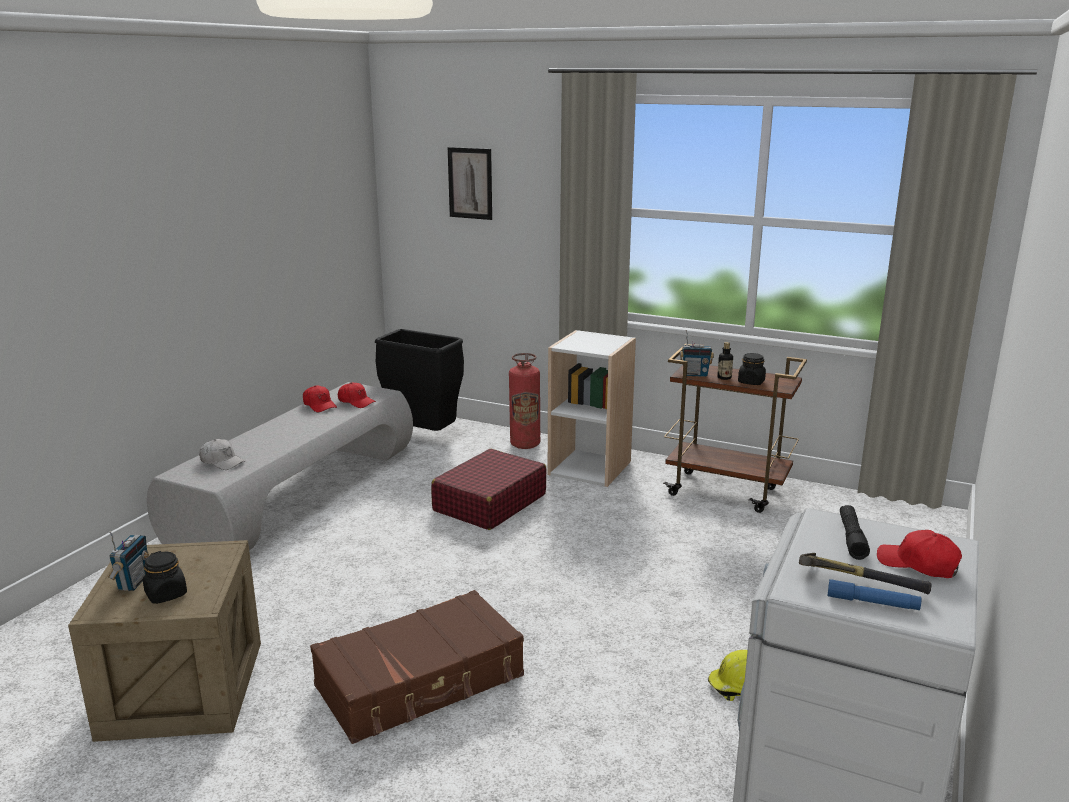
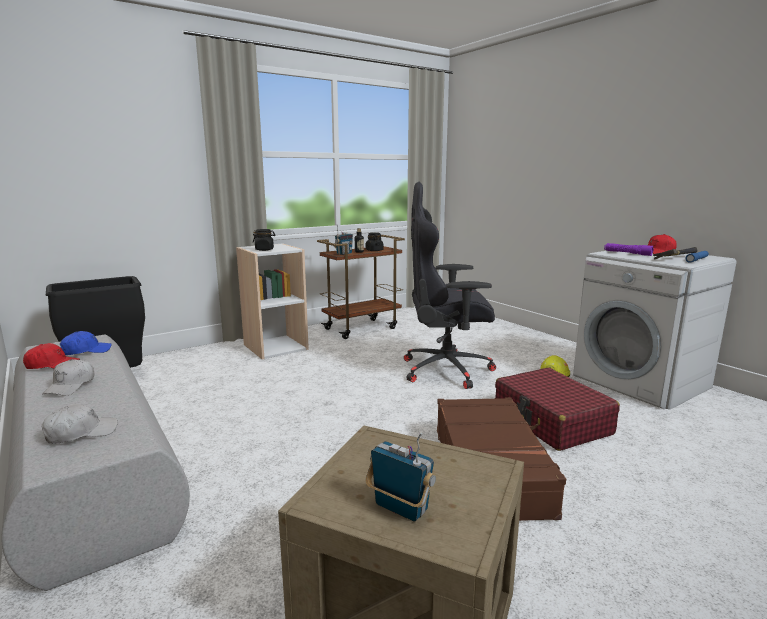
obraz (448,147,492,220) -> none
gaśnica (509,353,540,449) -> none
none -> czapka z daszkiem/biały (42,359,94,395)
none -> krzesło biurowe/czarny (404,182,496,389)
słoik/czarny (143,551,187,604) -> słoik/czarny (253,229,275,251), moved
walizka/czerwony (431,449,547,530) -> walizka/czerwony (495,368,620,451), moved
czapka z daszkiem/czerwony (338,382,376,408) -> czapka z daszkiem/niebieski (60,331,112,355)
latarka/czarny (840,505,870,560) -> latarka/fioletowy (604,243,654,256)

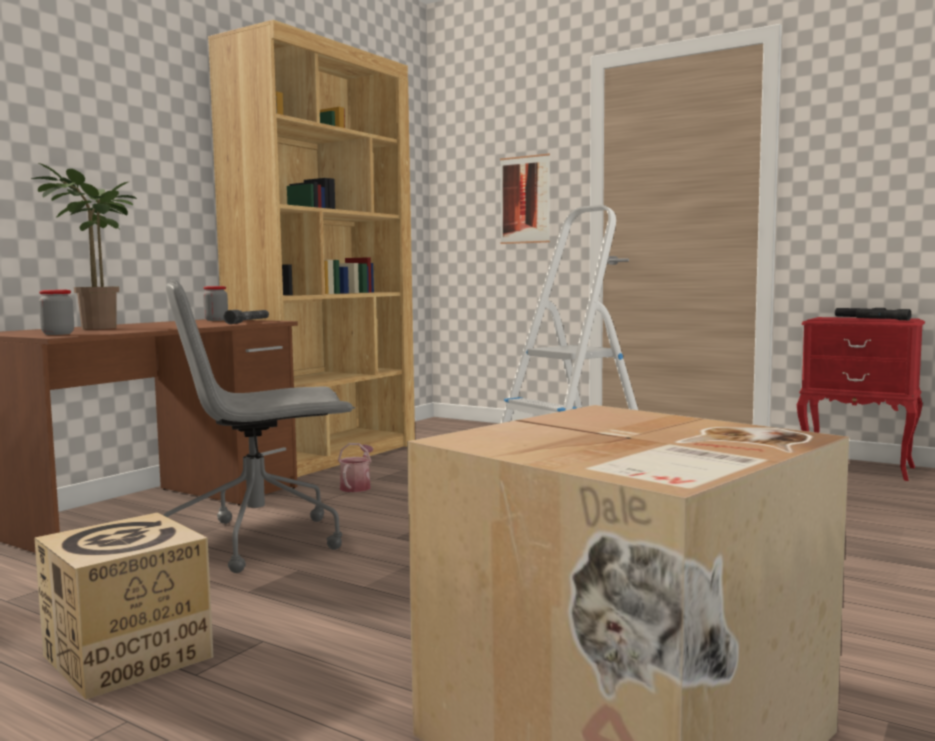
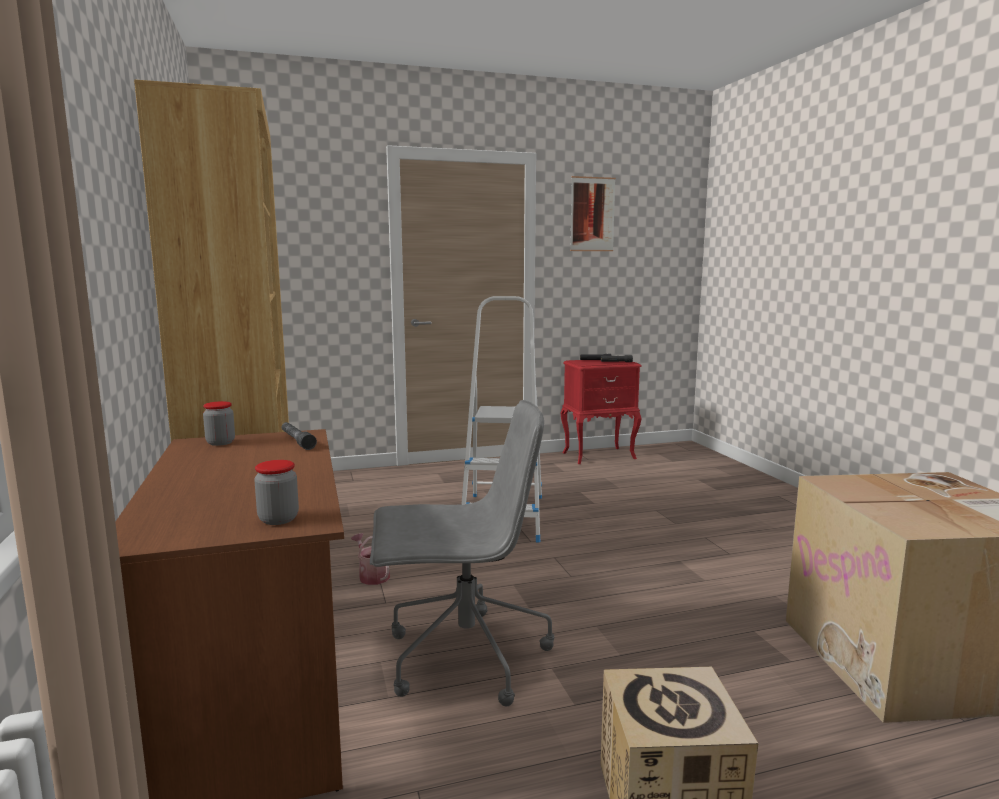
roślina doniczkowa (31,163,137,329) -> none
obraz (500,154,550,244) -> obraz (570,176,616,251), moved
krzesło biurowe/szary (163,280,355,573) -> krzesło biurowe/szary (370,400,554,706), 120 degrees counterclockwise

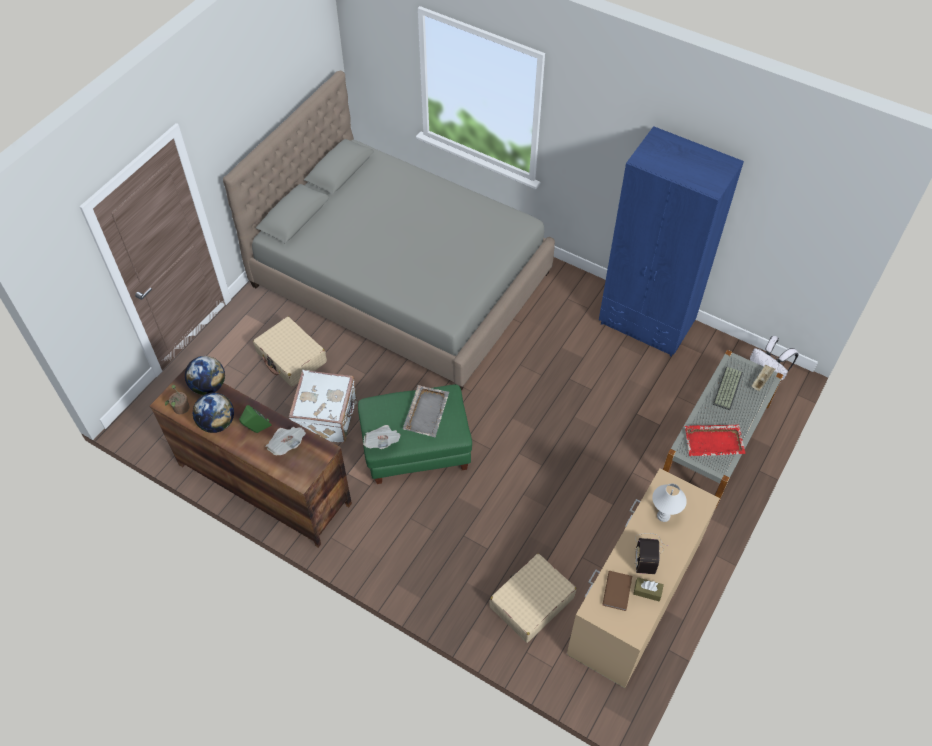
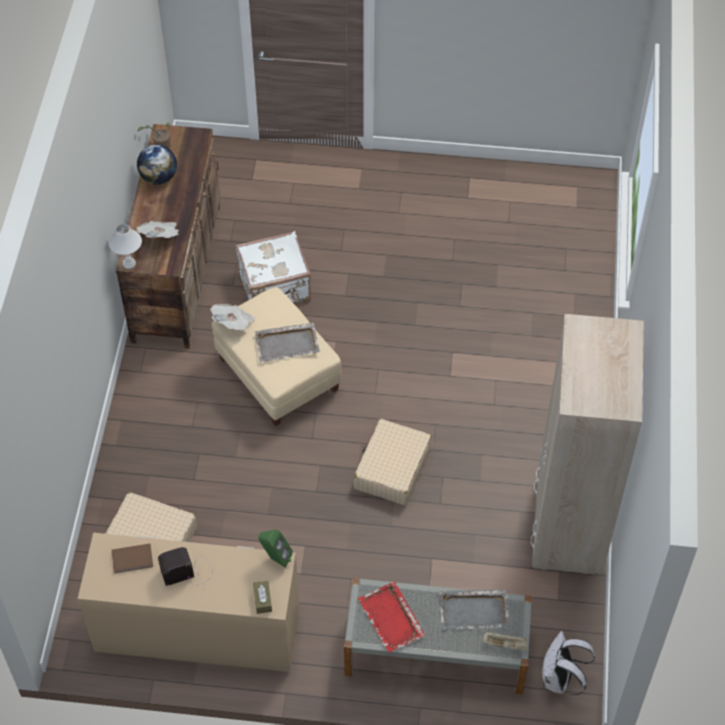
globus (185,356,225,395) -> none
łóżko/szary (223,71,555,391) -> none
głośnik/zielony (239,405,272,433) -> głośnik/zielony (258,530,293,567), moved
walizka/beżowy (253,317,327,387) -> walizka/beżowy (354,419,432,505), moved
pudełko chusteczek/brązowy (633,578,664,601) -> pudełko chusteczek/brązowy (253,581,272,614), moved
lampa stołowa/biały (652,483,687,522) -> lampa stołowa/biały (108,224,142,269), moved
klawiatura (713,367,743,410) -> taca/szary (440,589,509,630)
pufa/zielony (358,385,472,484) -> pufa/beżowy (211,287,342,426)
szafa/niebieski (599,126,744,356) -> szafa/beżowy (531,314,644,574)

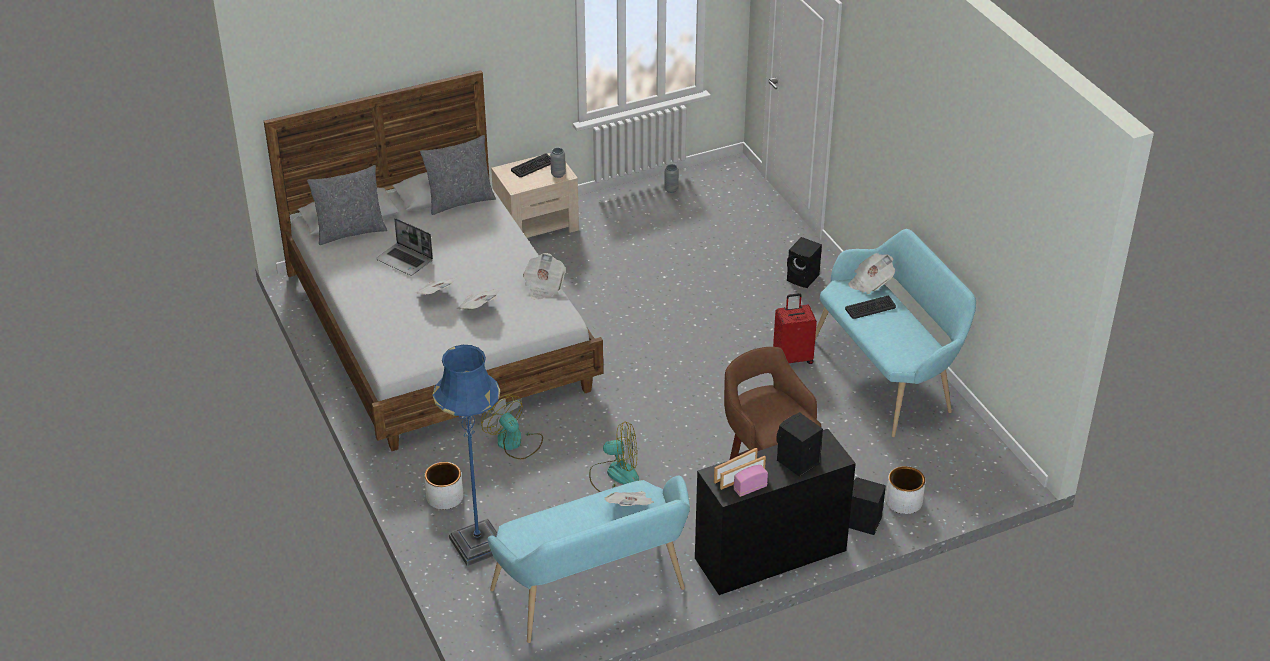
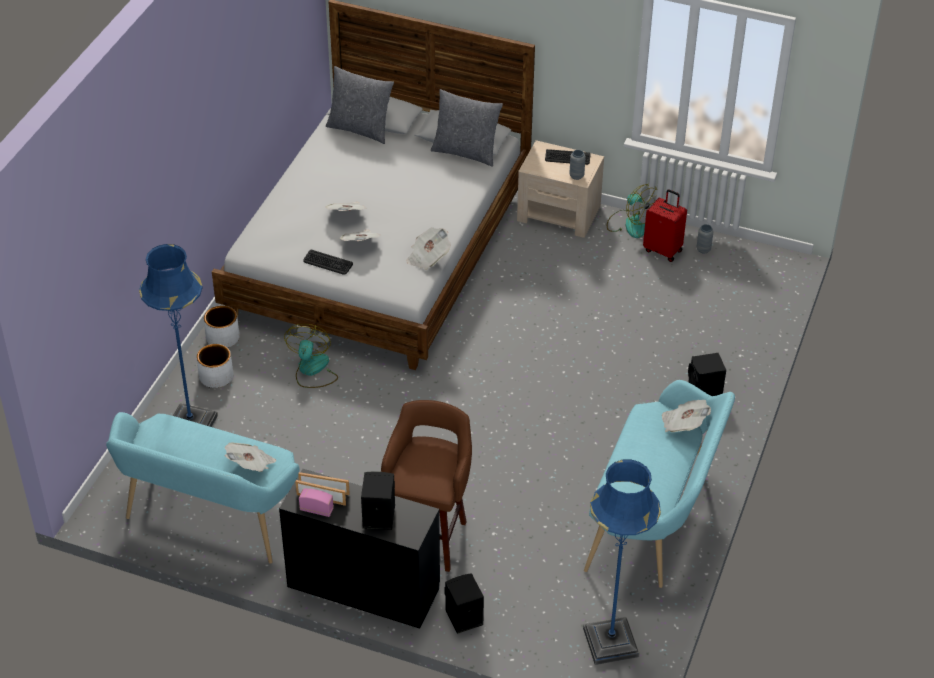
laptop (376,218,433,276) -> none
none -> lampa stojąca/niebieski (583,459,661,665)
wentylator (589,421,639,492) -> wentylator (607,184,657,238), moved
walizka/czerwony (773,293,817,364) -> walizka/czerwony (643,189,687,262), moved
klawiatura (845,296,896,319) -> klawiatura (303,250,353,275), moved
donica/biały (886,466,926,514) -> donica/biały (204,306,240,348), moved

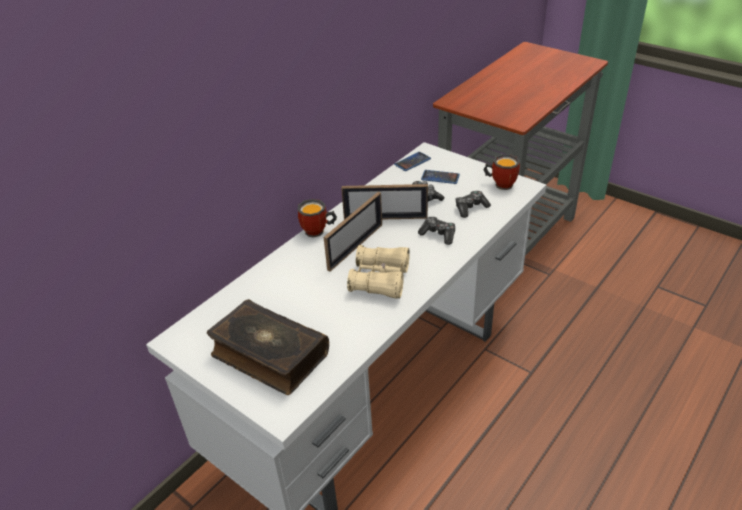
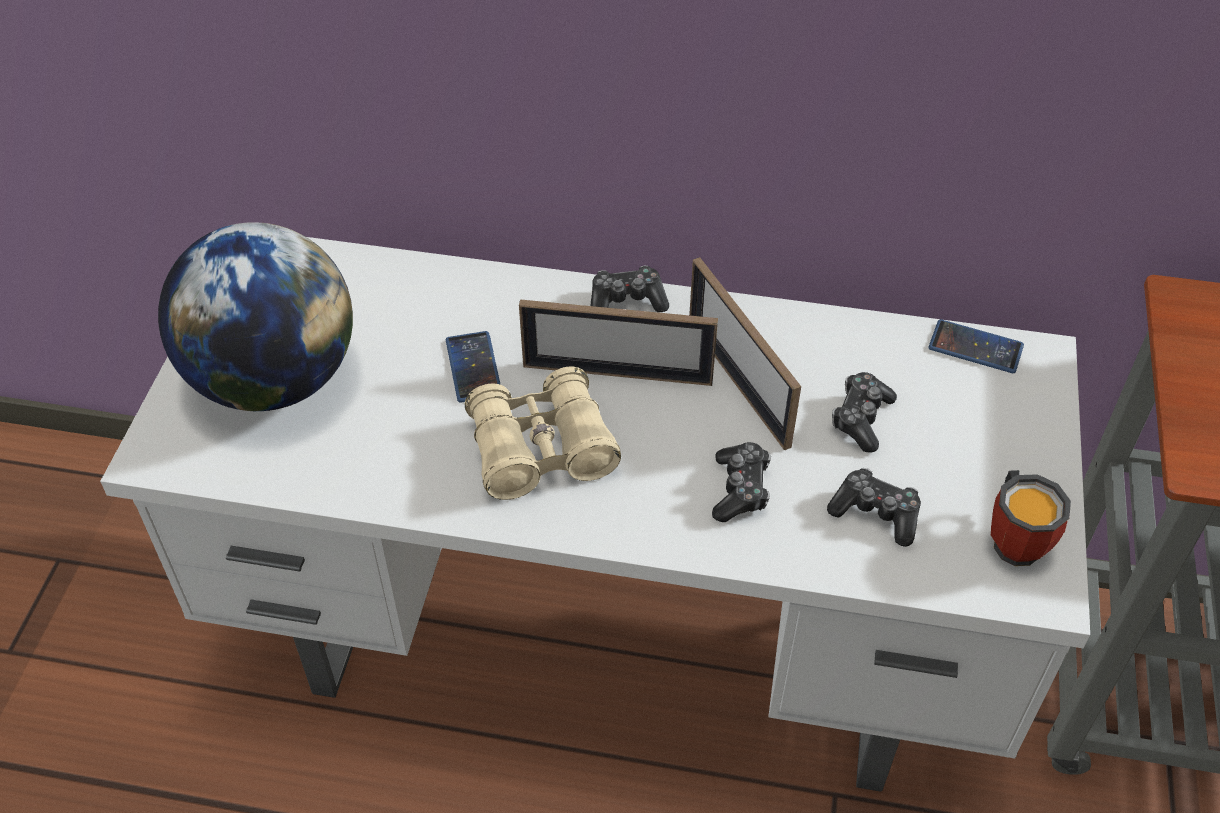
telefon (421,170,460,184) -> telefon (446,331,501,403), moved
książka (207,299,329,395) -> globus (158,222,353,411)
kubek (297,199,337,238) -> pad do gier (590,266,669,312)

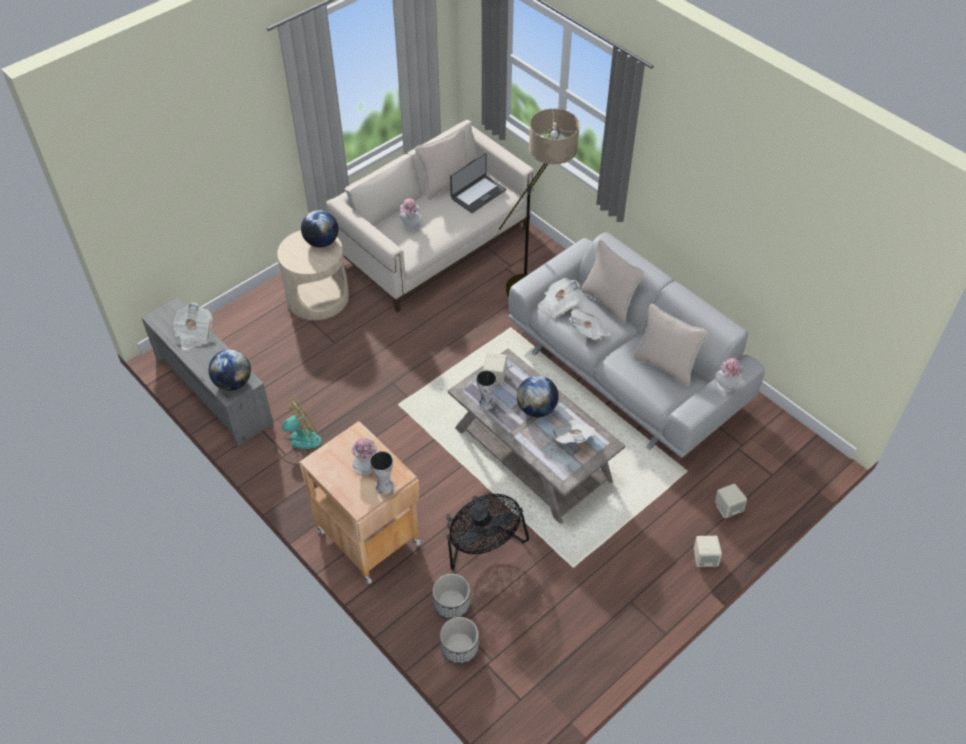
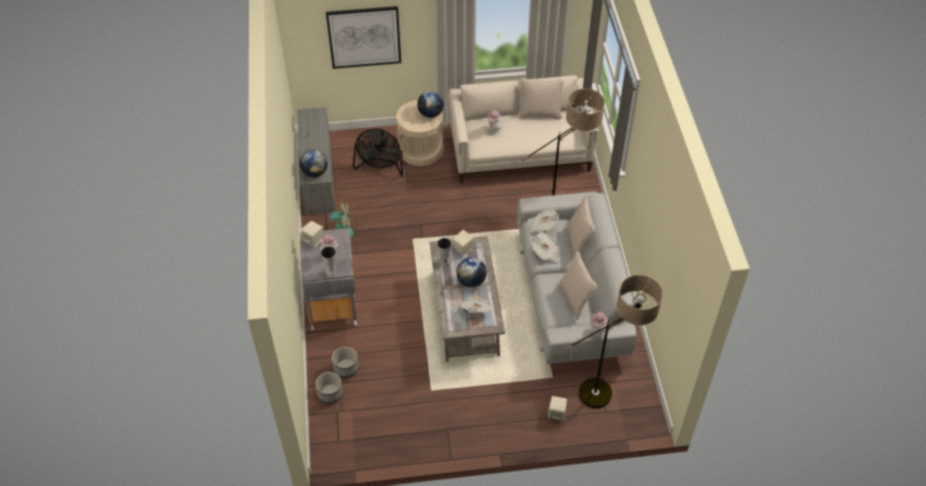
gazeta (172,303,213,350) -> none
laptop (450,153,507,213) -> none
none -> obraz (326,6,401,69)
none -> lampa stojąca (564,275,663,408)
wentylator/czarny (446,494,529,570) -> wentylator/czarny (353,128,403,177), moved
głośnik/beżowy (694,536,722,567) -> głośnik/beżowy (301,221,324,247), moved
wózek/brązowy (299,421,422,584) -> wózek/szary (300,228,358,330)

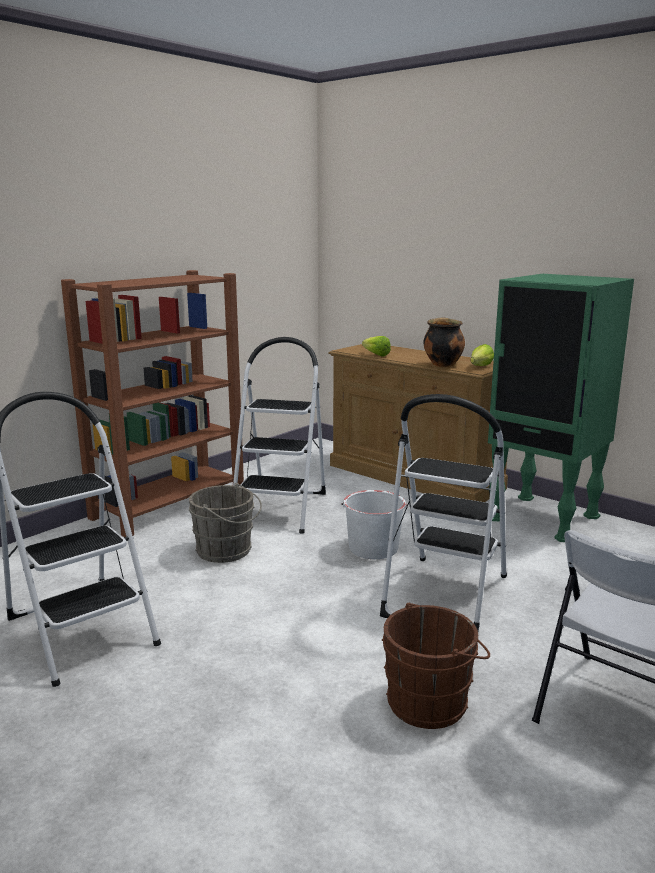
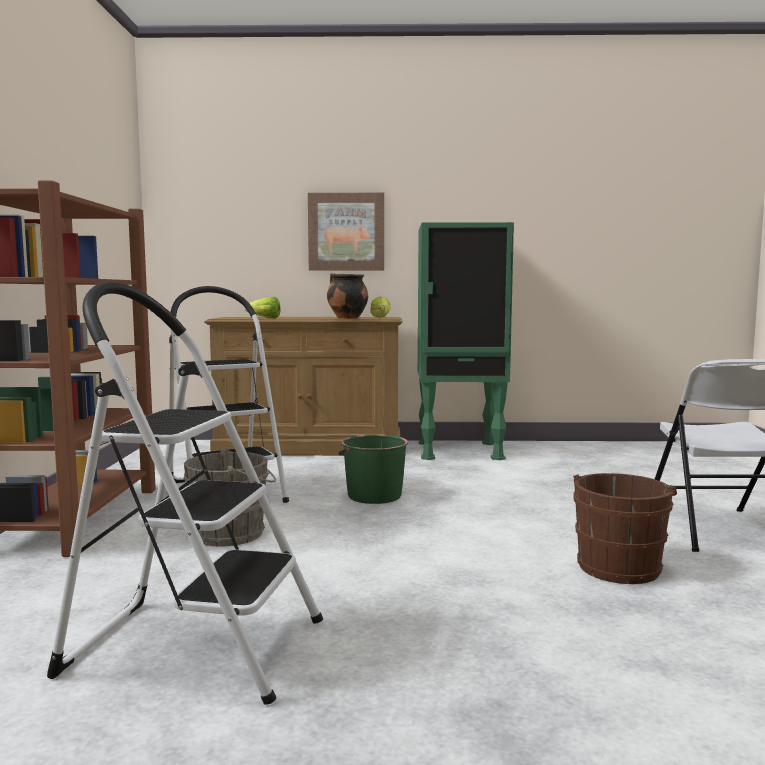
drabinka (380,394,507,631) -> none
none -> obraz (308,193,384,270)
wiadro/biały (342,490,407,559) -> wiadro/zielony (339,434,408,504)

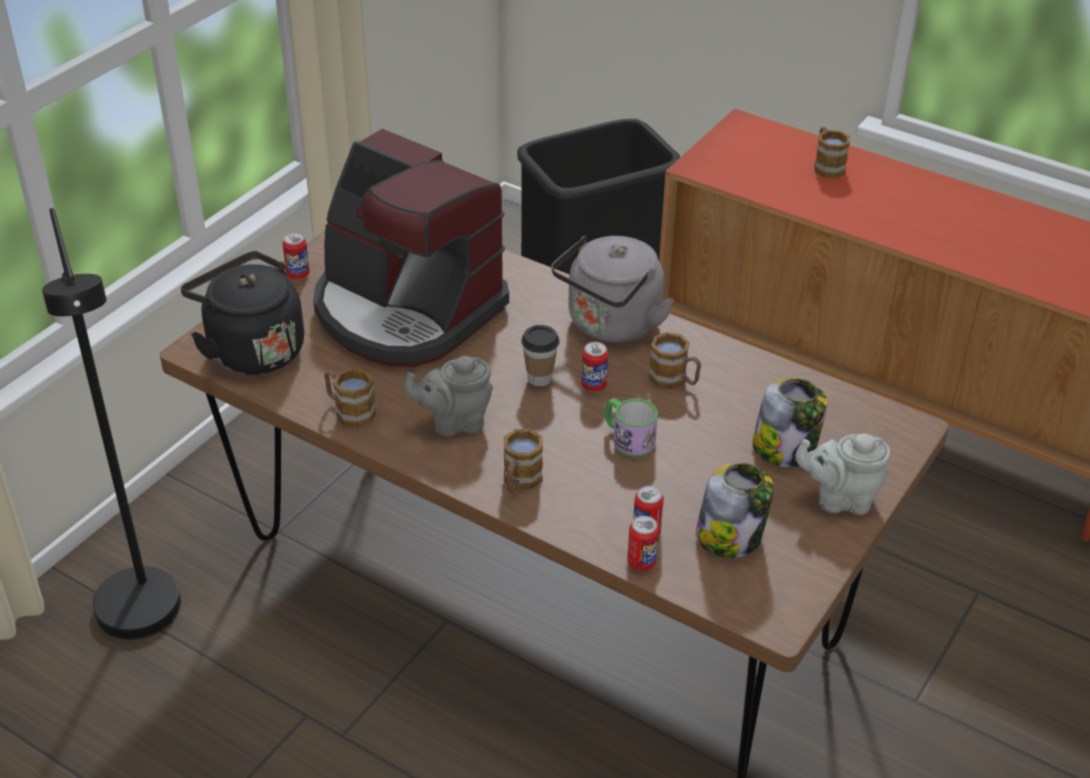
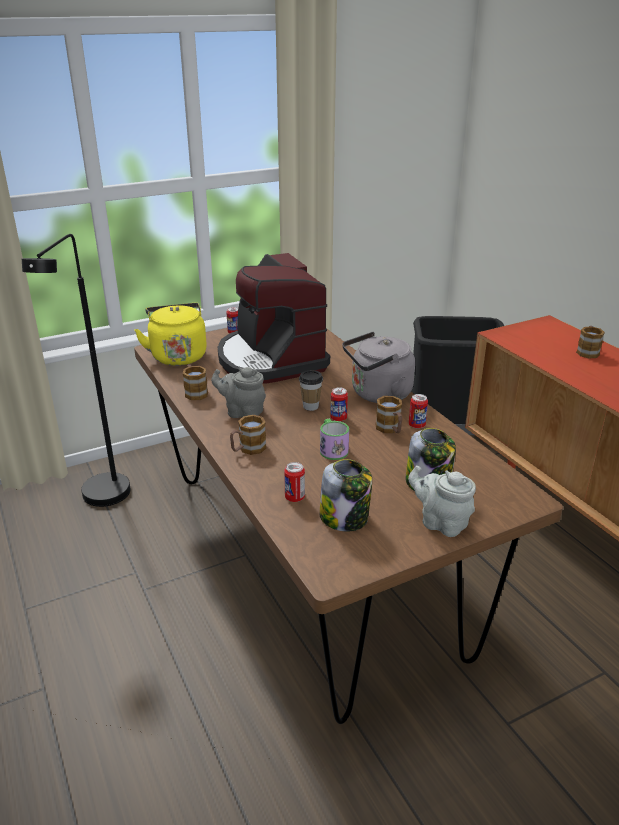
puszka (627,516,659,571) -> puszka (409,394,428,429), moved
czajnik/czarny (181,251,304,375) -> czajnik/żółty (134,303,207,366)

